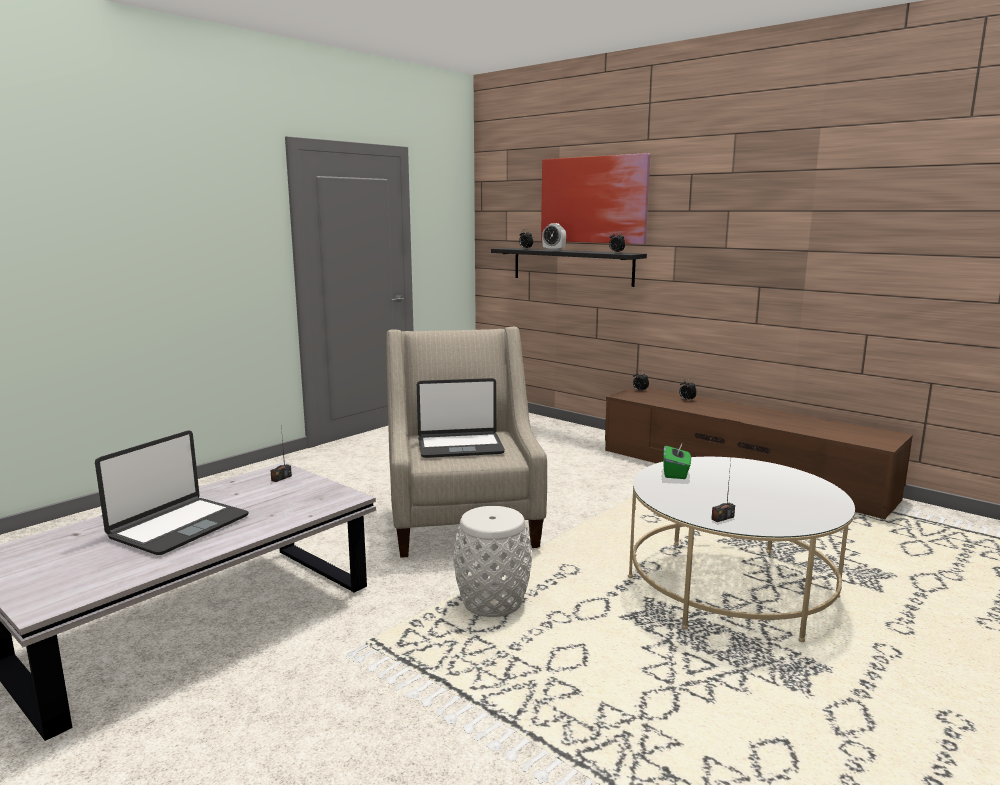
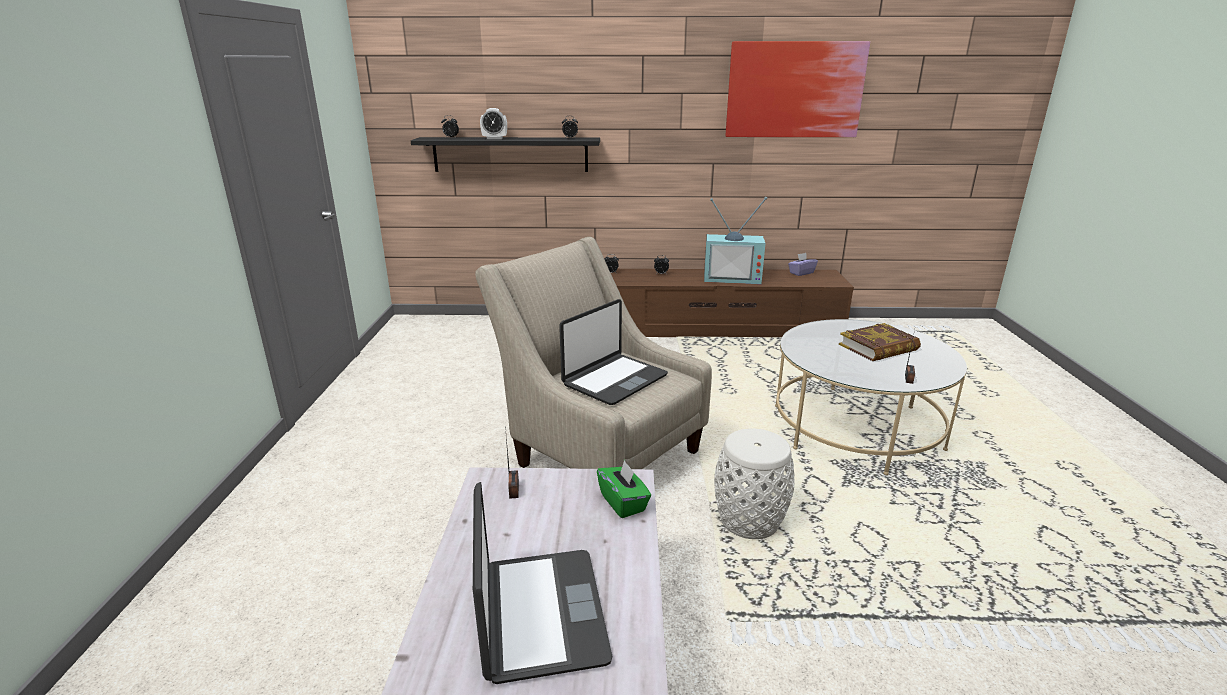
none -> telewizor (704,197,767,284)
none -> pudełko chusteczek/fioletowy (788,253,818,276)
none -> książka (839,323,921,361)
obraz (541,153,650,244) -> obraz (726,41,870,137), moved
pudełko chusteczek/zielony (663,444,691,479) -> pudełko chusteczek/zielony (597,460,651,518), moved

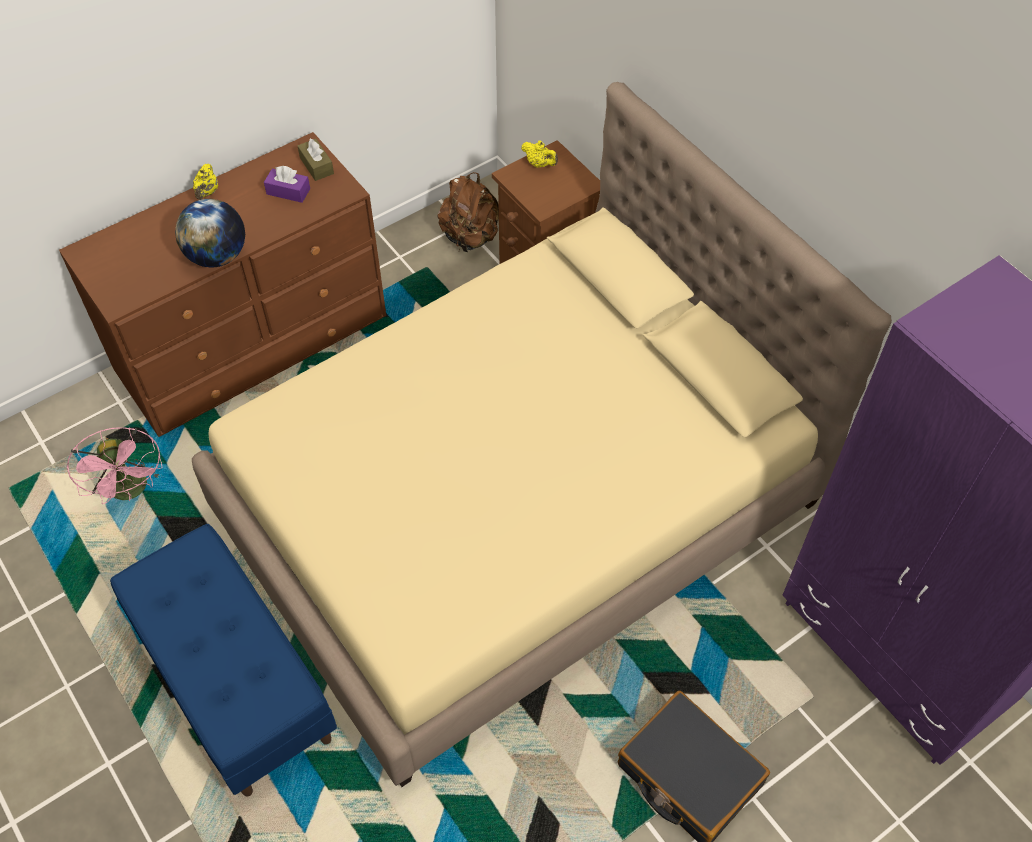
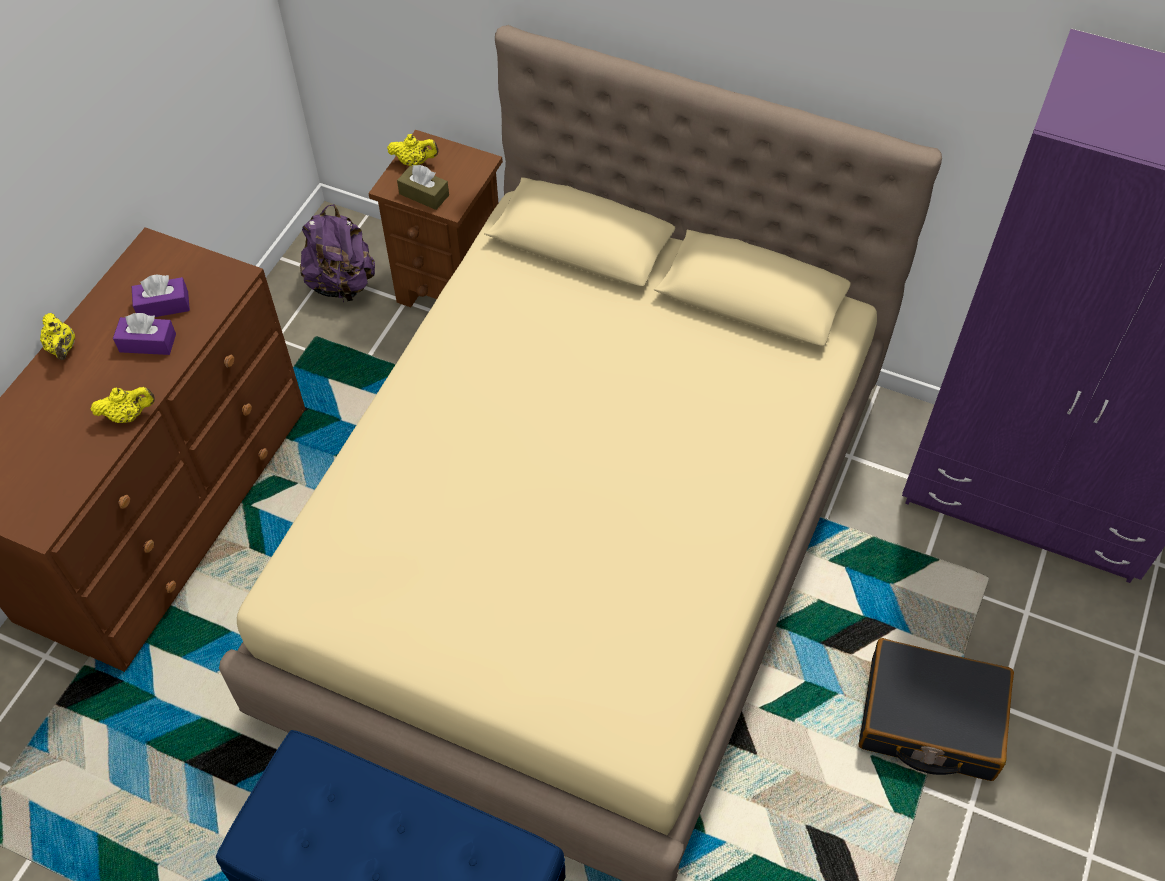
wentylator/różowy (67,427,162,504) -> none
none -> pudełko chusteczek/fioletowy (113,313,176,355)
pudełko chusteczek/brązowy (298,138,334,181) -> pudełko chusteczek/brązowy (397,165,449,210), moved
globus (175,199,245,267) -> imbryk/żółty (90,387,155,423)
plecak/brązowy (437,172,499,252) -> plecak/fioletowy (300,204,375,302)

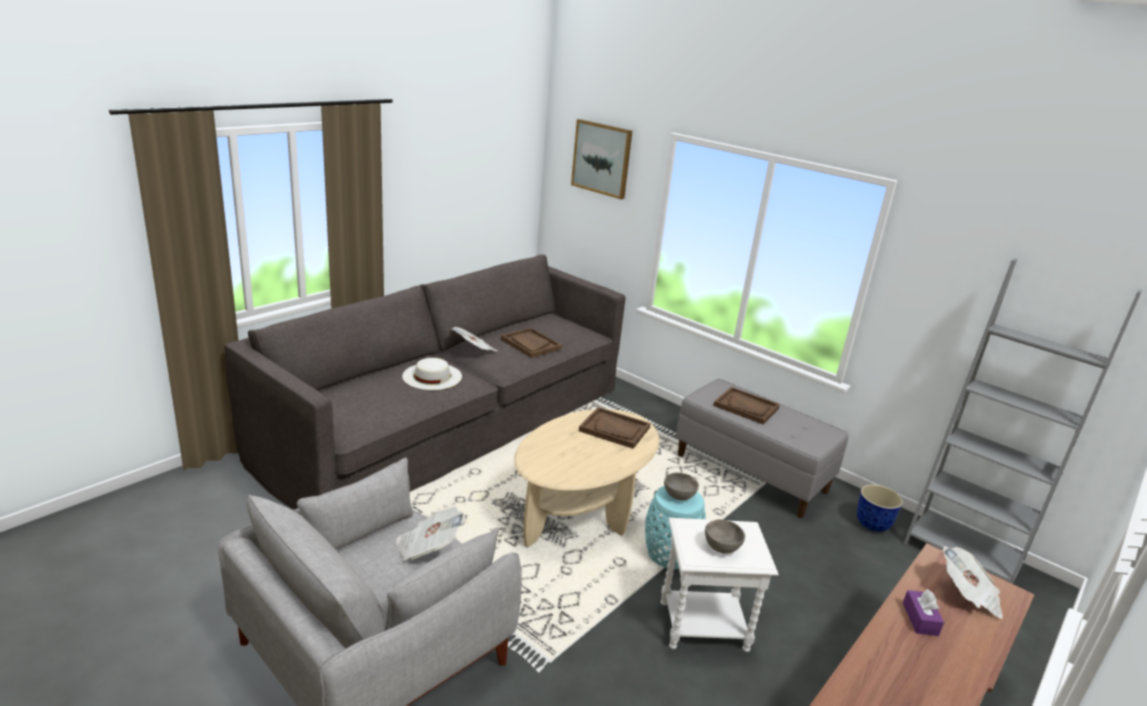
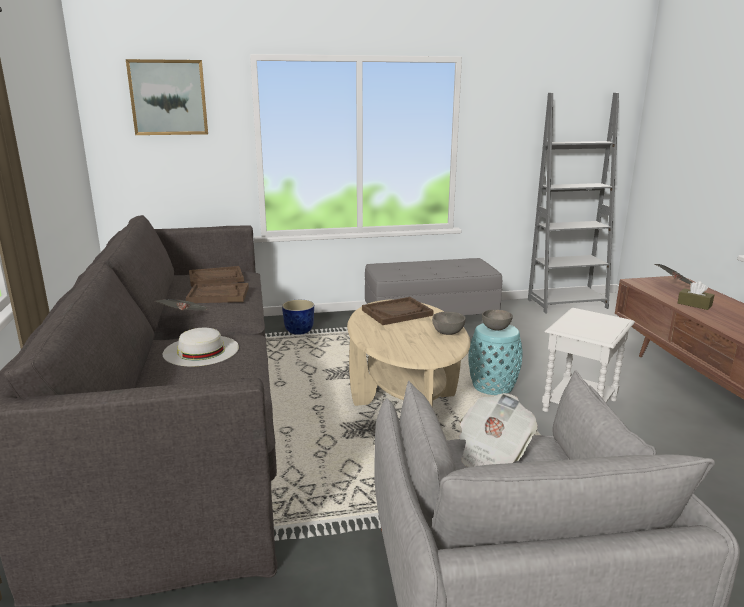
miska/szary (705,519,745,553) -> miska/szary (432,312,466,335), moved
taca/brązowy (713,387,780,425) -> taca/brązowy (189,266,244,287), moved
donica (857,484,903,532) -> donica (282,300,314,335), moved
pudełko chusteczek/fioletowy (903,589,944,636) -> pudełko chusteczek/brązowy (678,281,714,310)

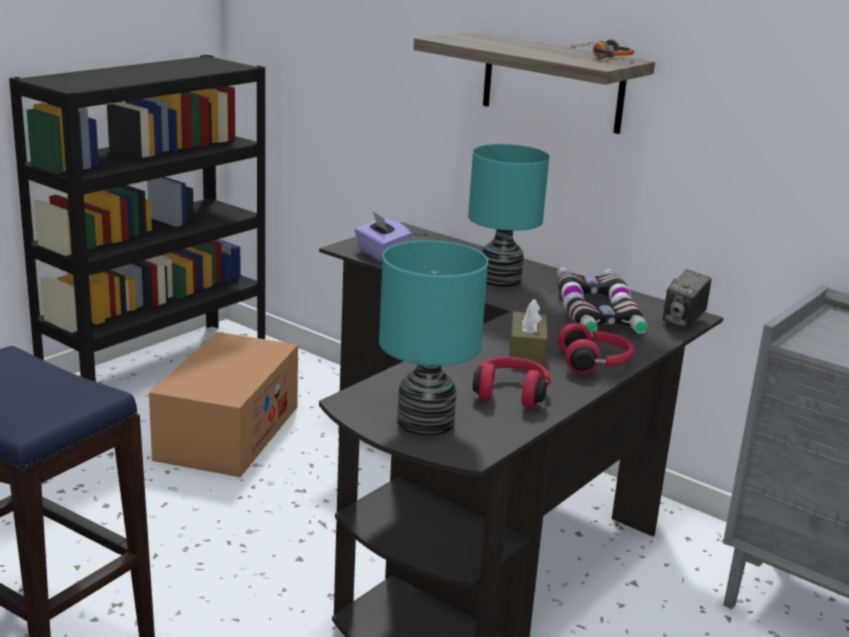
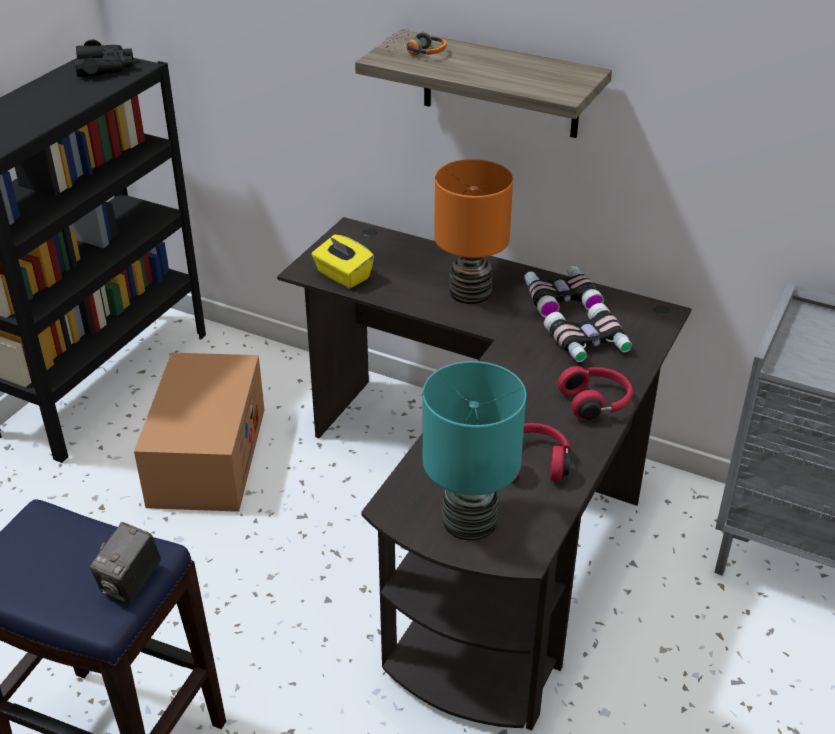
pudełko chusteczek/brązowy (509,299,548,366) -> none
none -> lornetka/czarny (75,40,133,77)
słuchawki (569,39,634,59) -> słuchawki (382,29,447,55), moved
aparat fotograficzny (663,269,711,329) -> aparat fotograficzny (90,522,161,604), moved
pudełko chusteczek/fioletowy (354,212,412,262) -> pudełko chusteczek/żółty (312,235,374,289)
lampa stołowa/turkusowy (468,144,549,287) -> lampa stołowa/pomarańczowy (434,159,513,304)

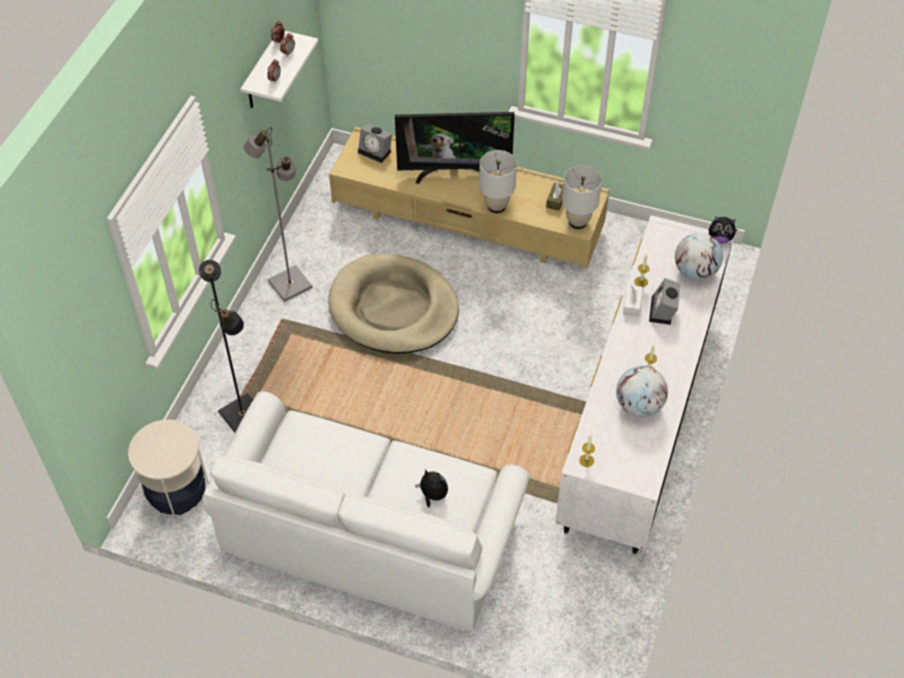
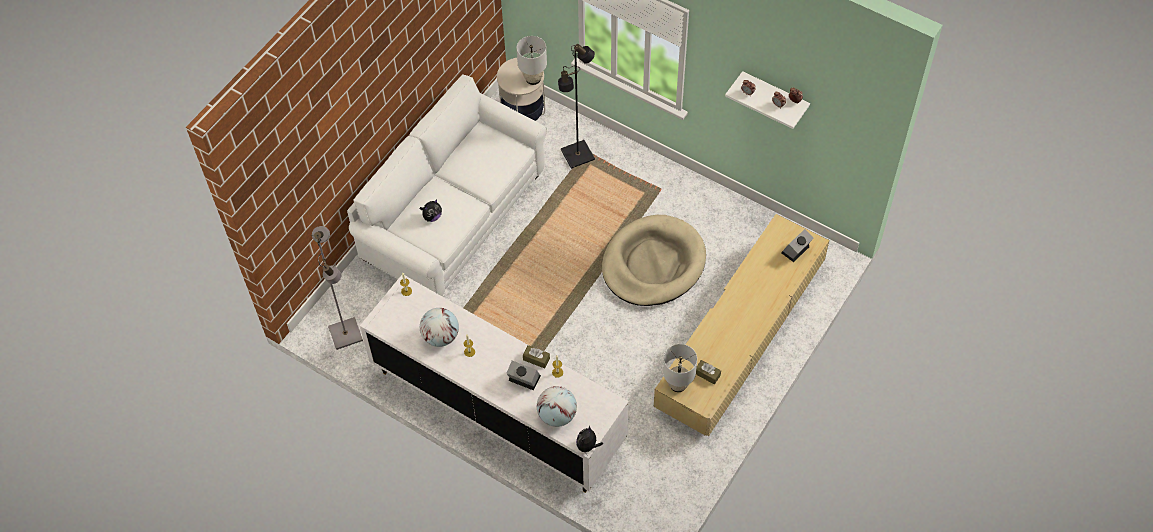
telewizor (395,112,515,184) -> none
lampa stojąca/szary (243,127,313,302) -> lampa stojąca/szary (311,226,363,350), moved
lampa stołowa/biały (479,150,517,213) -> lampa stołowa/biały (517,36,547,85), moved
pudełko chusteczek/biały (623,285,643,317) -> pudełko chusteczek/brązowy (523,345,550,369)

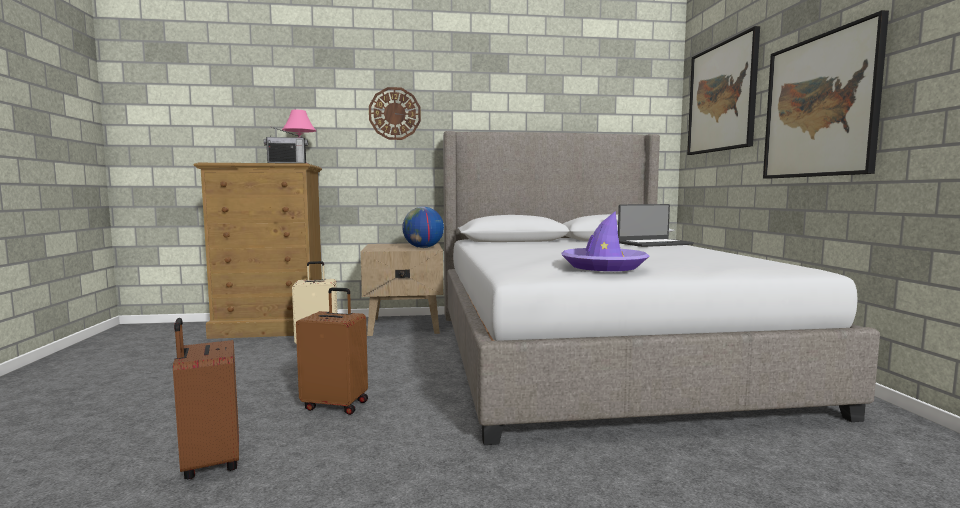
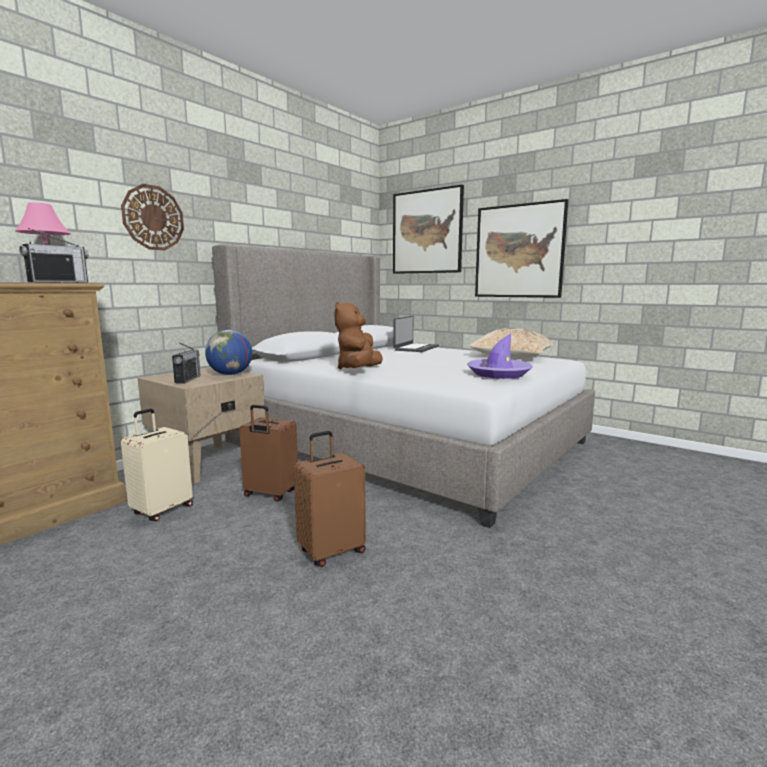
none -> radio (172,342,201,383)
none -> pluszak/brązowy (334,302,383,369)
none -> poduszka/beżowy (470,328,553,359)
walizka/brązowy (173,318,239,480) -> walizka/brązowy (239,405,298,502), moved

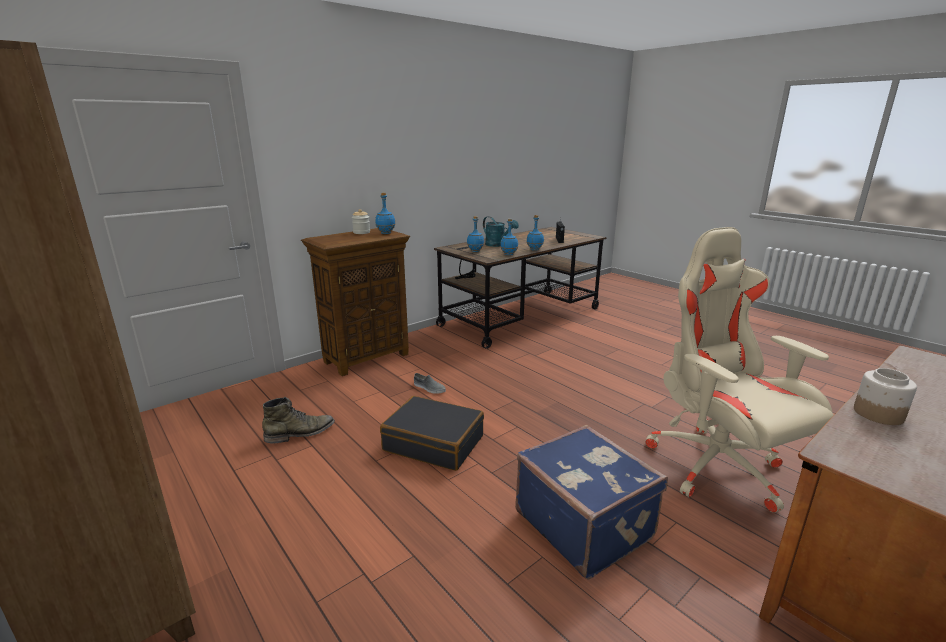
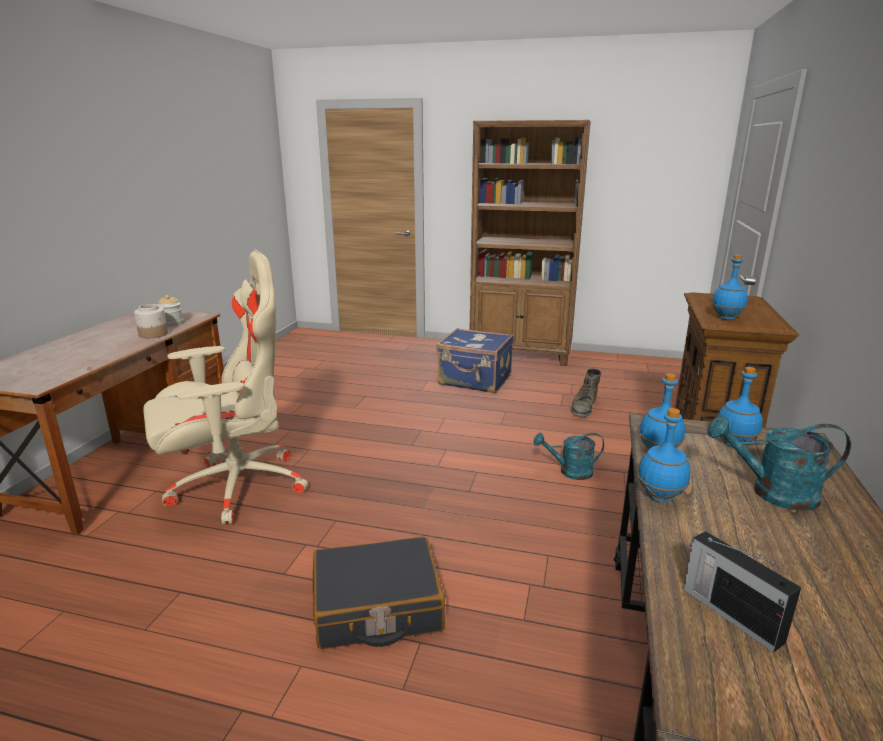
słoik (352,209,370,234) -> słoik (158,295,183,326), moved
walizka/czarny (380,396,484,471) -> walizka/czarny (313,537,445,649), moved
walizka/niebieski (515,425,668,580) -> walizka/niebieski (436,328,514,393), moved
but/szary (414,373,446,394) -> konewka/turkusowy (533,433,604,480)
krzesło biurowe/beżowy (645,227,834,513) -> krzesło biurowe/beżowy (143,250,308,524), 60 degrees counterclockwise

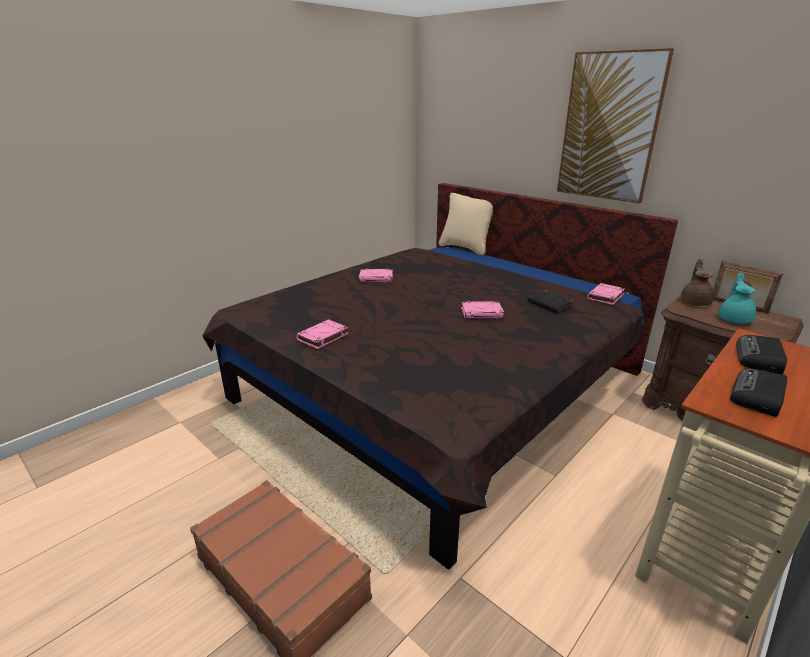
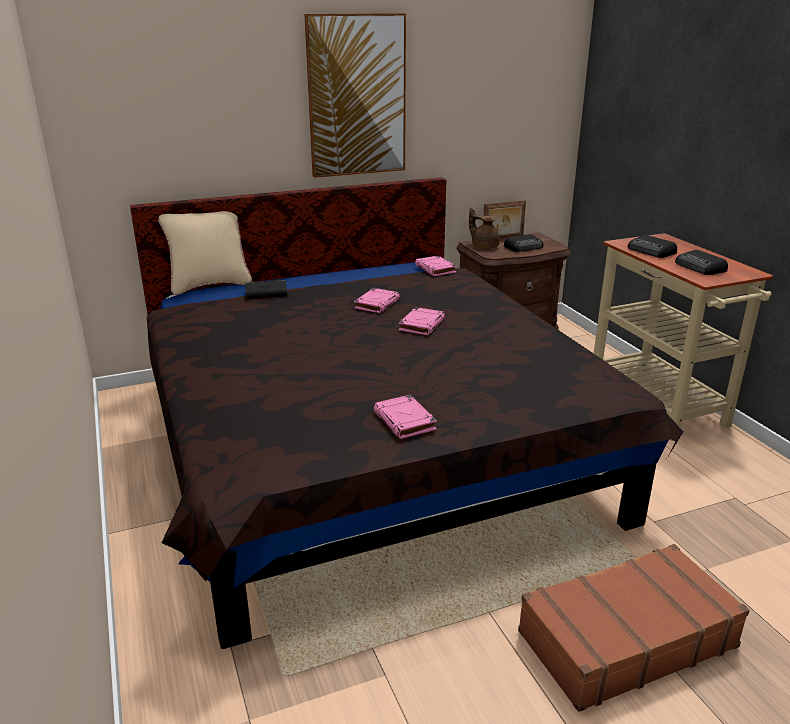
książka/różowy (359,269,393,283) -> książka/różowy (354,288,400,313), moved
książka/czarny (527,290,574,313) -> książka/czarny (245,280,287,299), moved
imbryk/turkusowy (719,272,756,324) -> radio (504,234,544,252)

